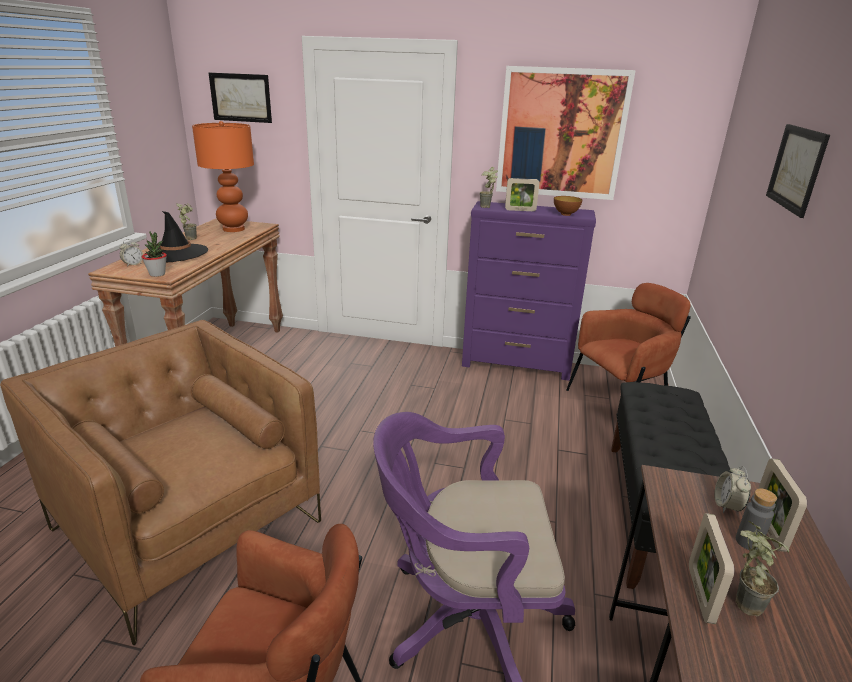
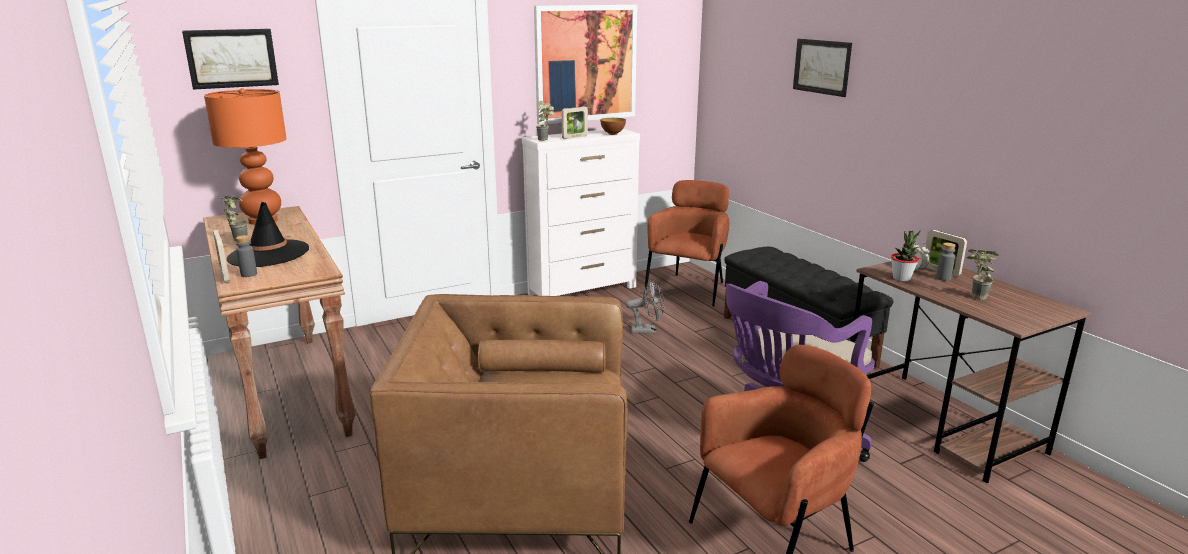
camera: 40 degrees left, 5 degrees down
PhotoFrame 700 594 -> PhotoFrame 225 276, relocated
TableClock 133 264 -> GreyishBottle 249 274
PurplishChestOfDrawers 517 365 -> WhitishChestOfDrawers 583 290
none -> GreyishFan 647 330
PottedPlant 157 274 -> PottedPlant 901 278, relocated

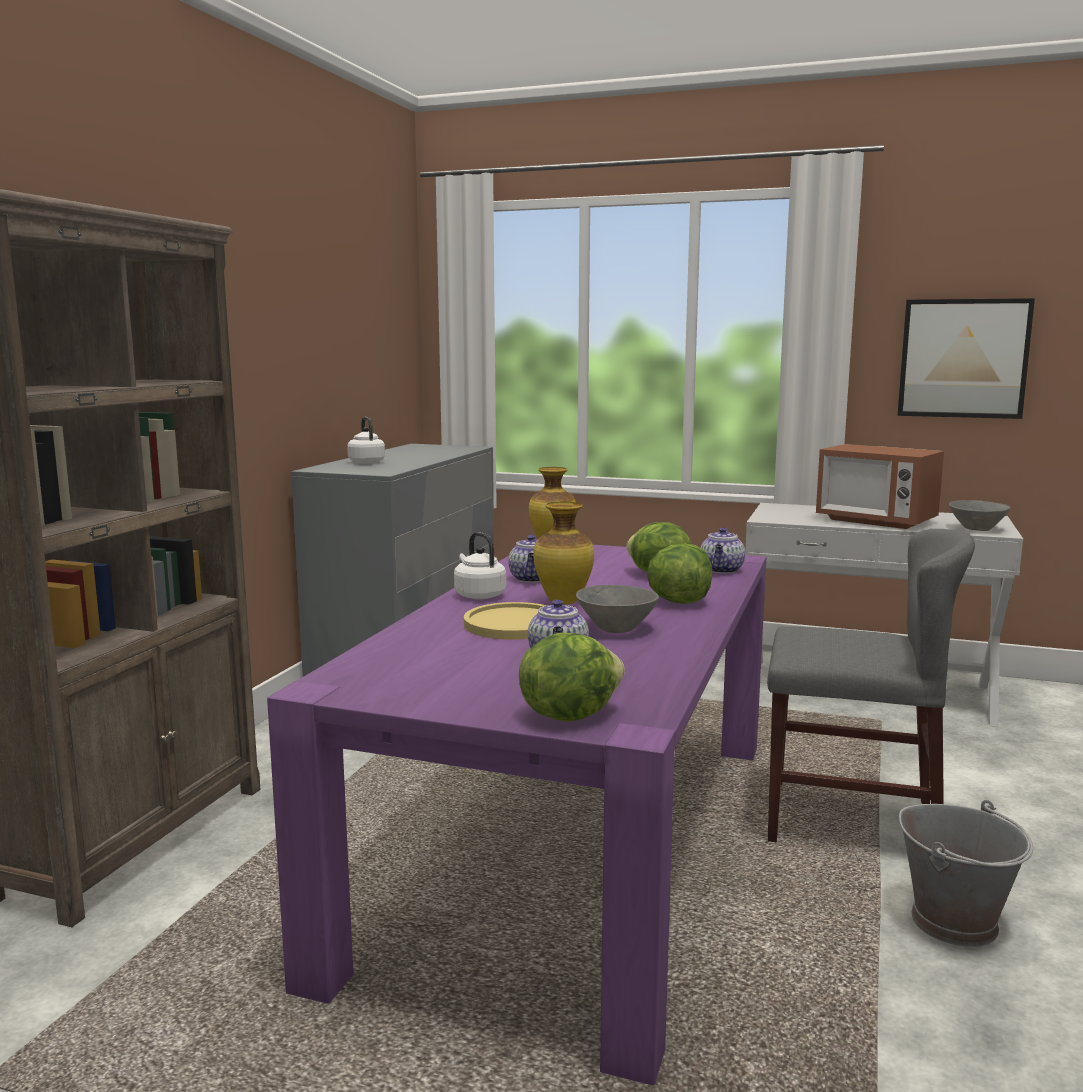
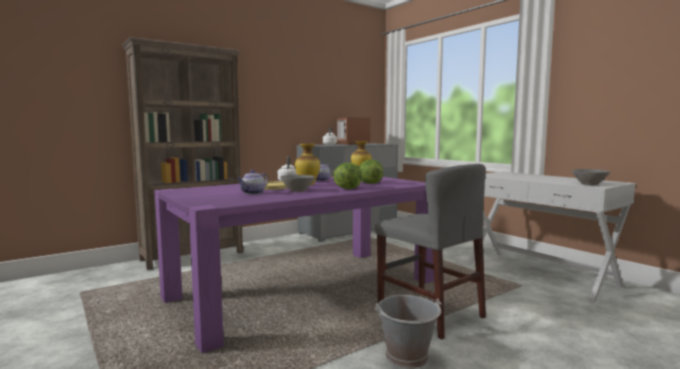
camera: 35 degrees right, 5 degrees down
MicrowaveOven 875 521 -> MicrowaveOven 352 144, relocated
LettuceHead 568 714 -> none
PotForTea 722 570 -> none
WallArt 963 358 -> none

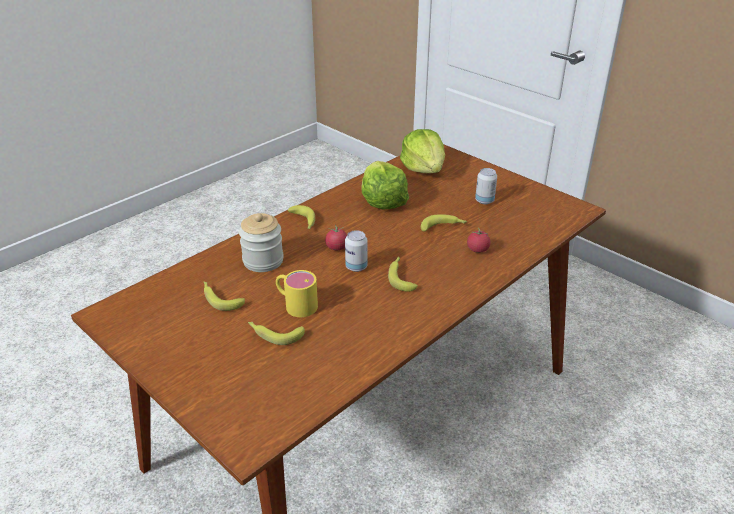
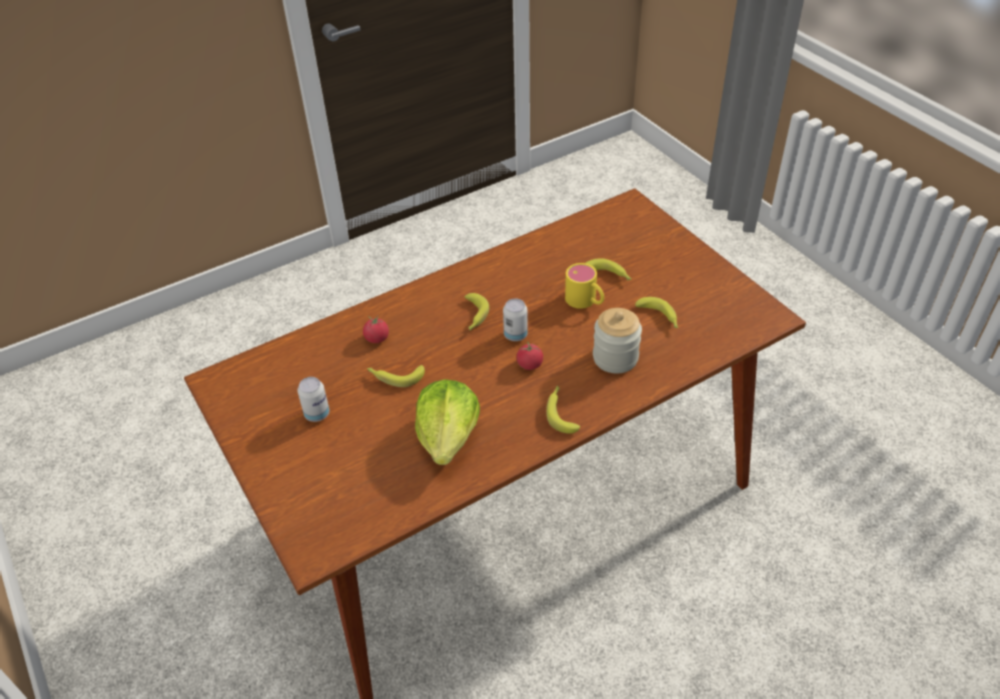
camera: 165 degrees left, 10 degrees up
LettuceHead 424 169 -> none

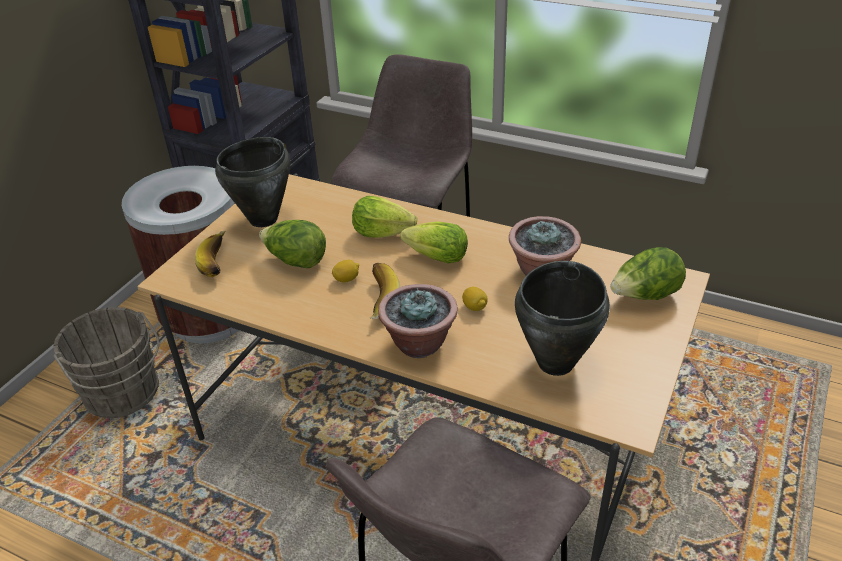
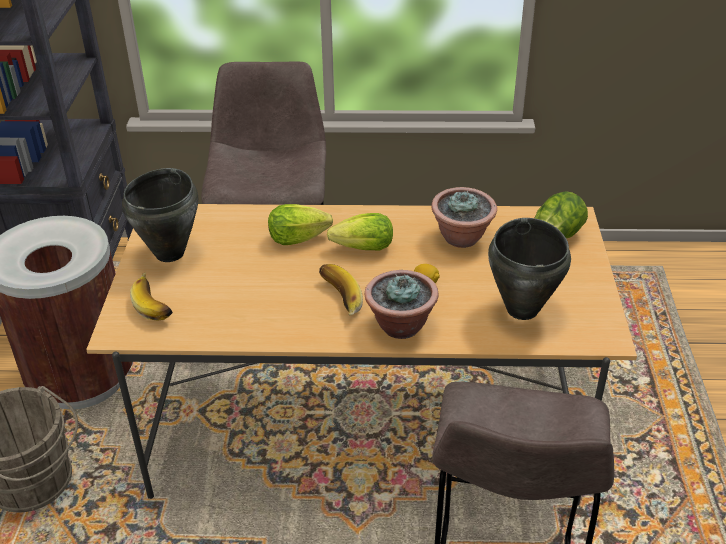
camera: 25 degrees left, 0 degrees up
LettuceHead 296 261 -> none
Lemon 346 279 -> none

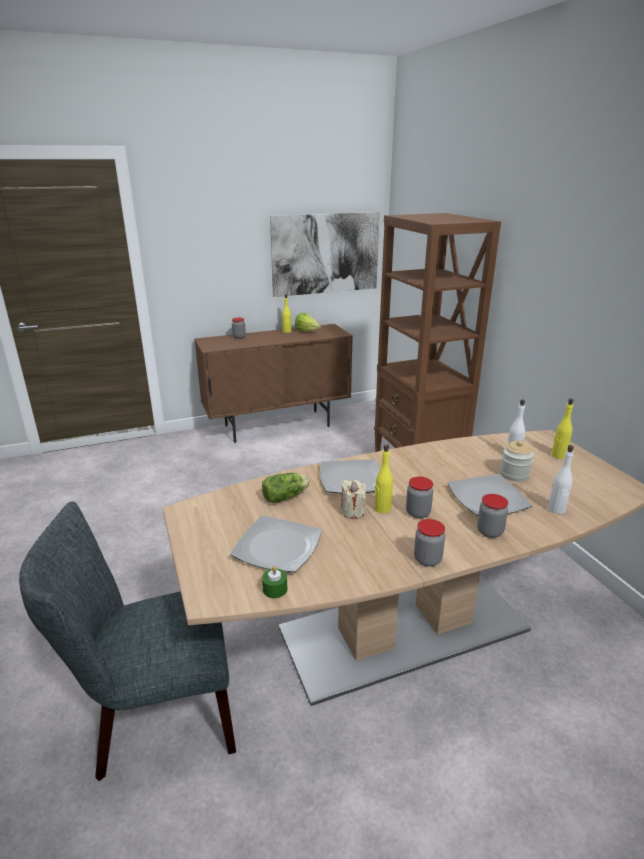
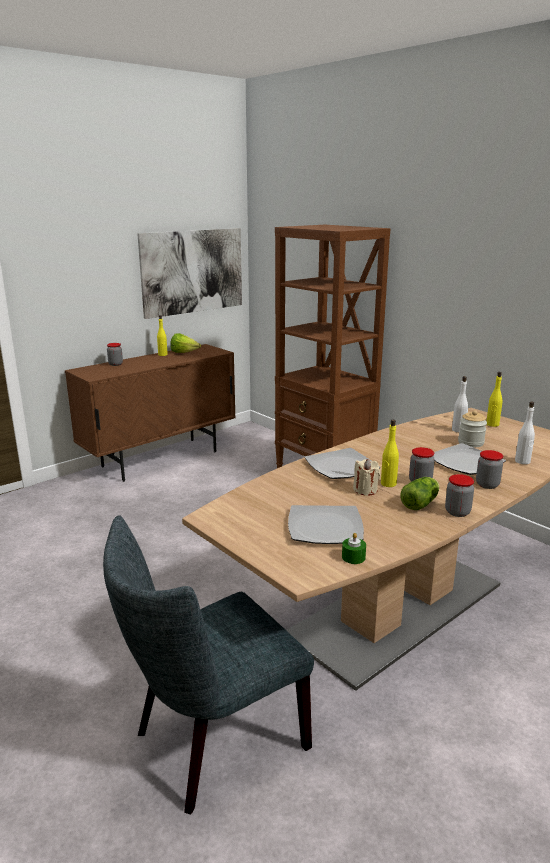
camera: 20 degrees left, 5 degrees down
LettuceHead 286 497 -> LettuceHead 421 503, relocated

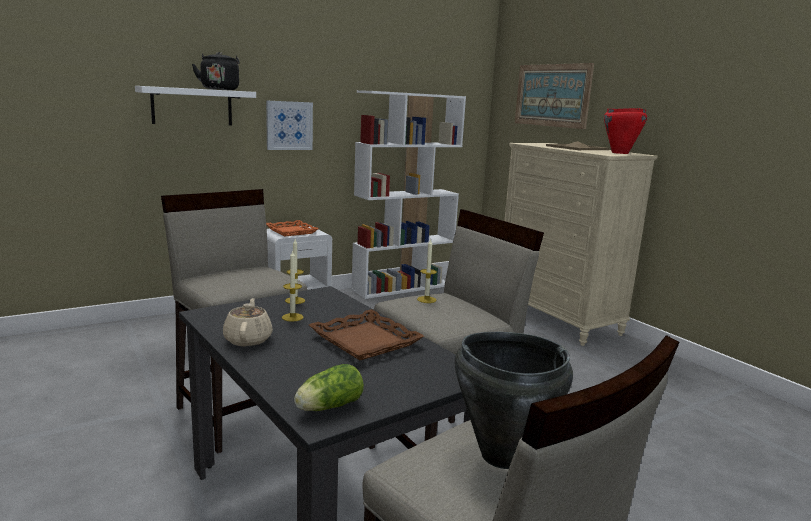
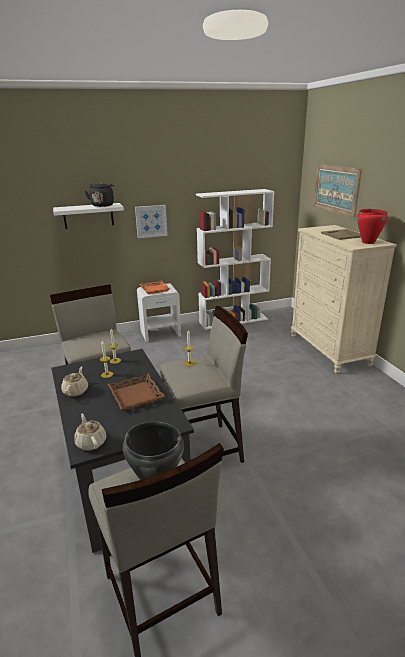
camera: 15 degrees right, 10 degrees up
LettuceHead 327 407 -> BeigeColouredPotForTea 91 442

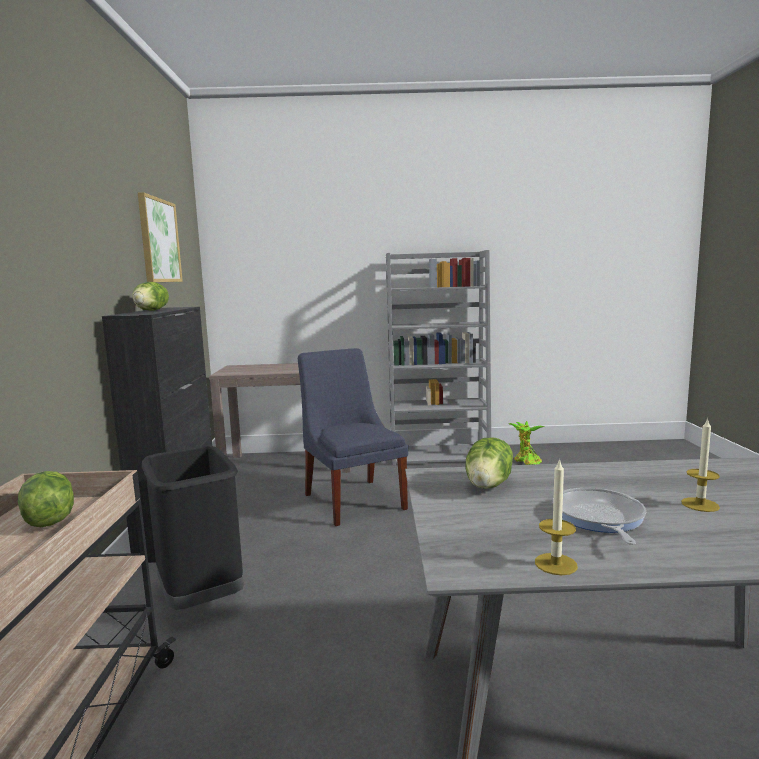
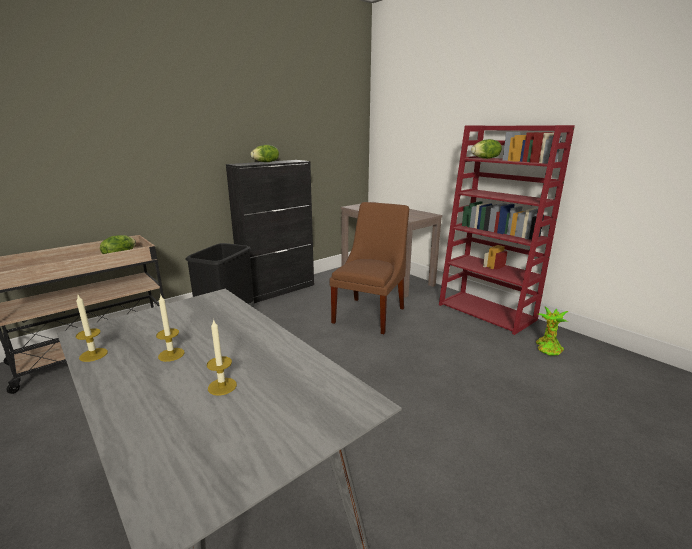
camera: 50 degrees right, 10 degrees up
Skillet 598 518 -> Candle 171 354
BlueChair 353 499 -> BrownColouredChair 370 313
GreyishBookcase 440 455 -> ReddishBookcase 487 312
LettuceHead 489 485 -> LettuceHead 485 158, relocated
WallArt 158 241 -> none

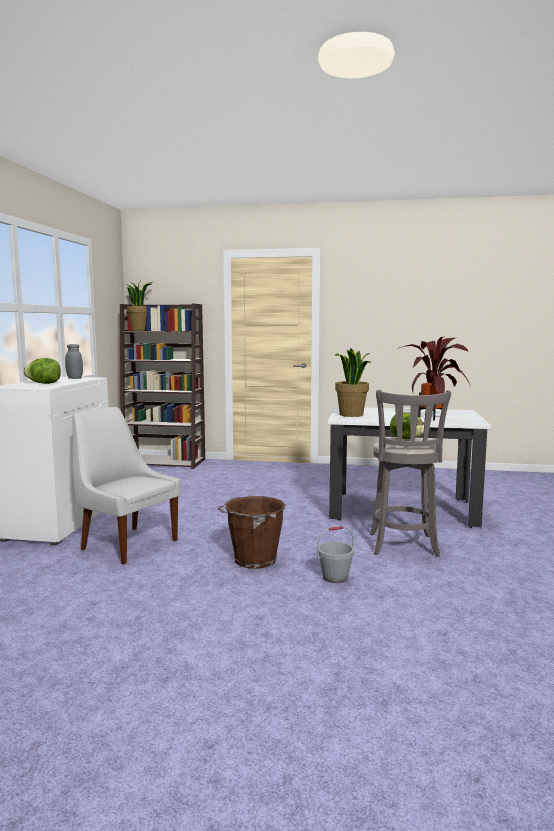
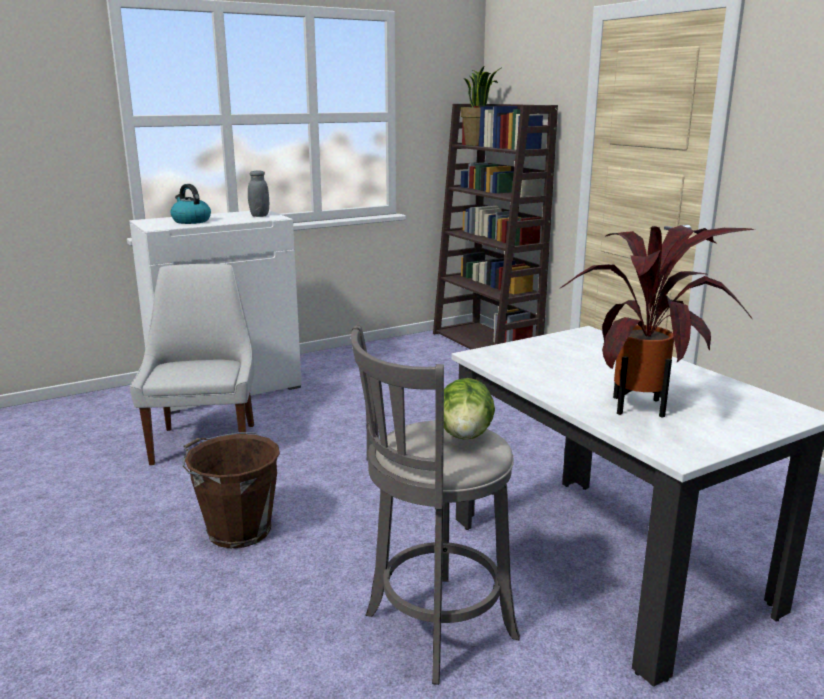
camera: 50 degrees right, 10 degrees up
LettuceHead 44 383 -> WaterKettle 191 221
GreyishWaterBucket 335 577 -> none
PottedPlant 351 415 -> none

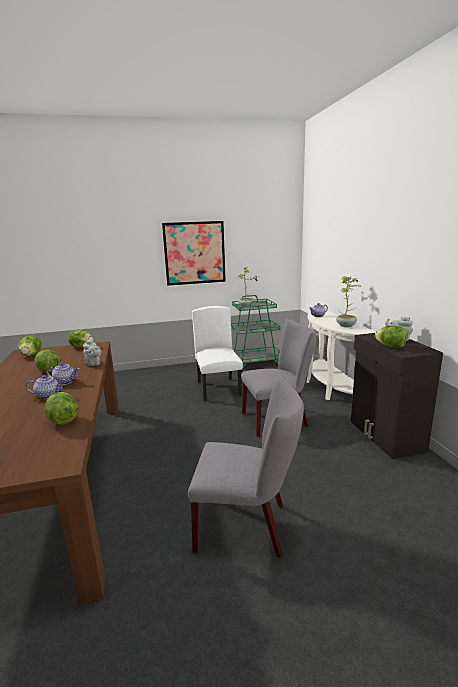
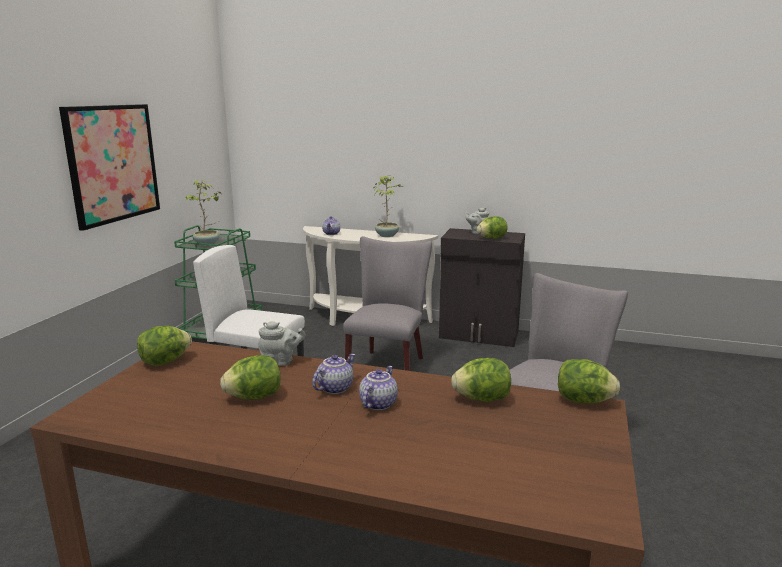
camera: 60 degrees left, 0 degrees up
LettuceHead 31 355 -> LettuceHead 583 401, relocated

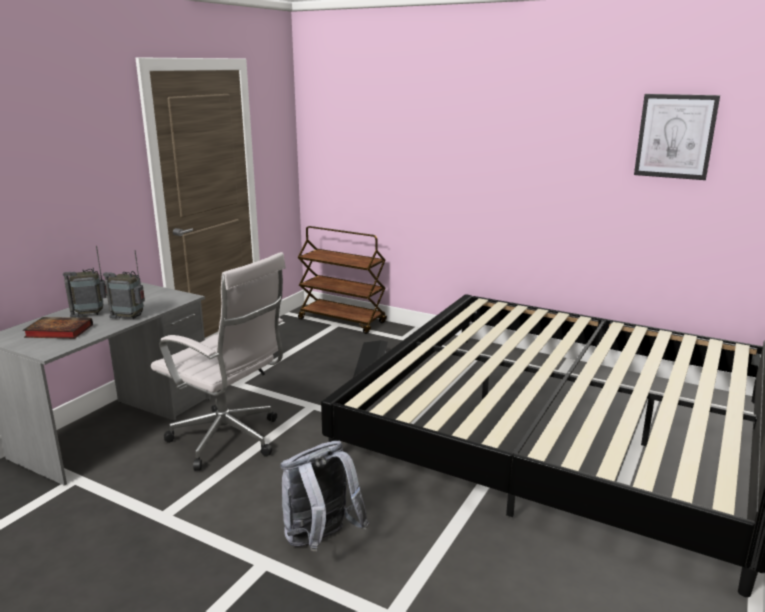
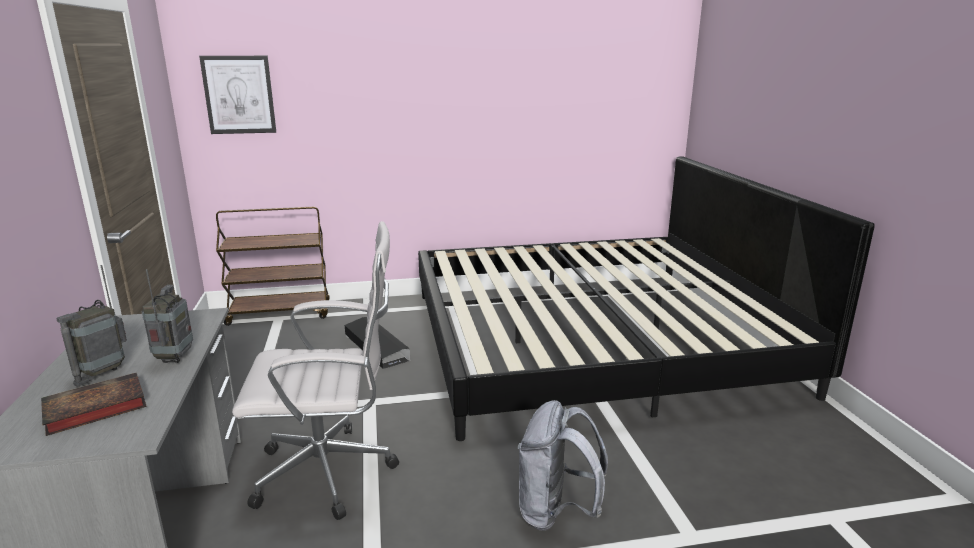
camera: 40 degrees left, 0 degrees up
RadioReceiver 129 317 -> RadioReceiver 174 358, 120 degrees clockwise
WallArt 675 136 -> WallArt 239 95, relocated

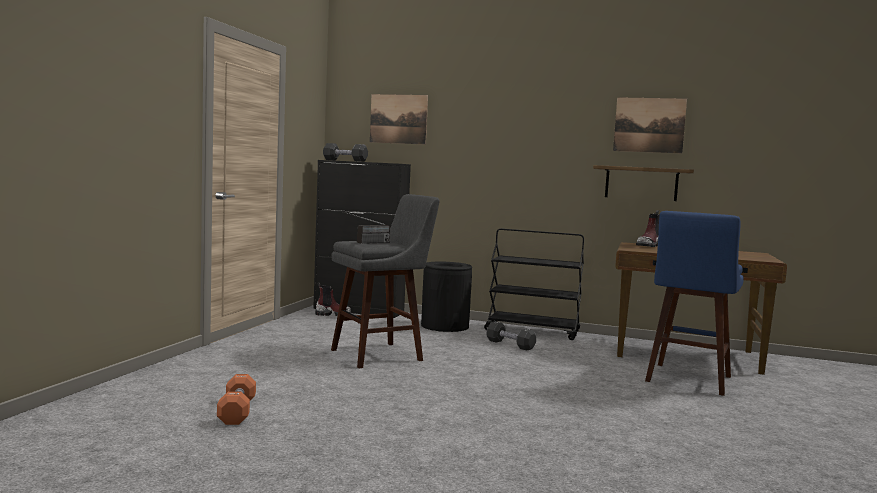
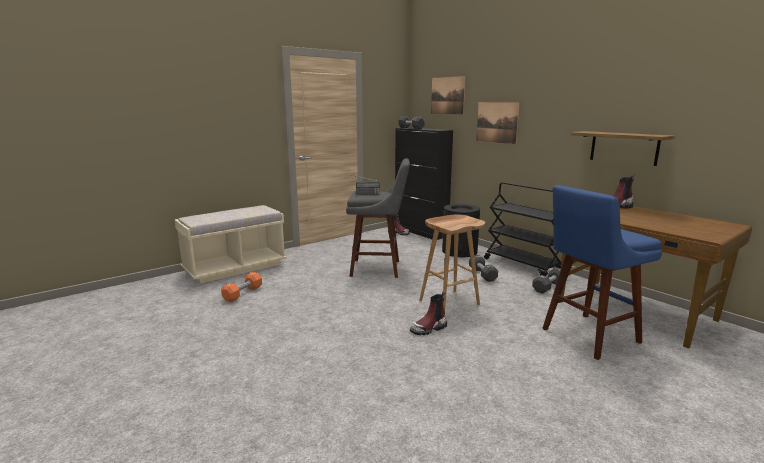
camera: 35 degrees right, 10 degrees up
none -> BeigeColouredIndoorBench 235 268
none -> Boot 429 328
none -> BrownColouredSittingStool 449 302
WallArt 649 125 -> WallArt 497 122, relocated
none -> BlackFreeWeight 548 287

